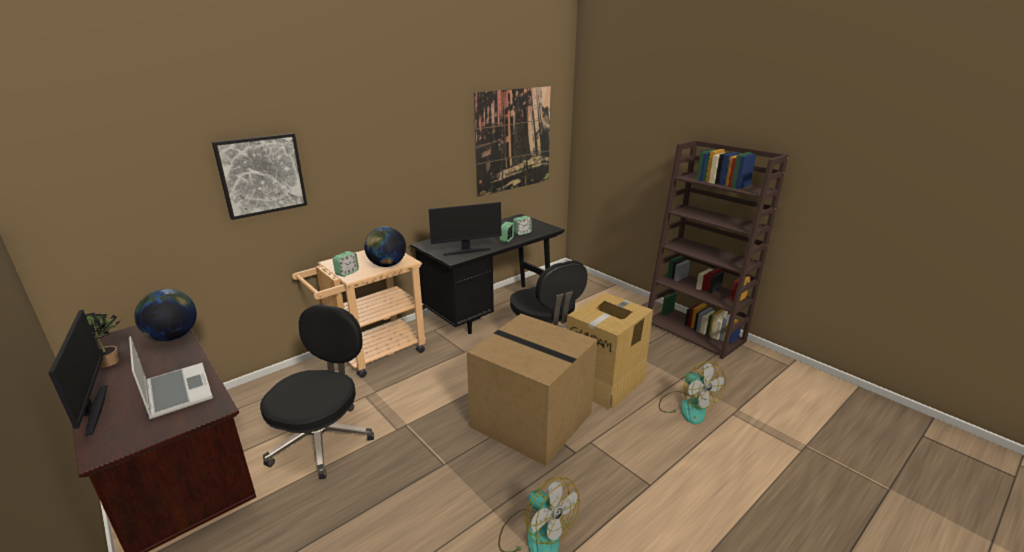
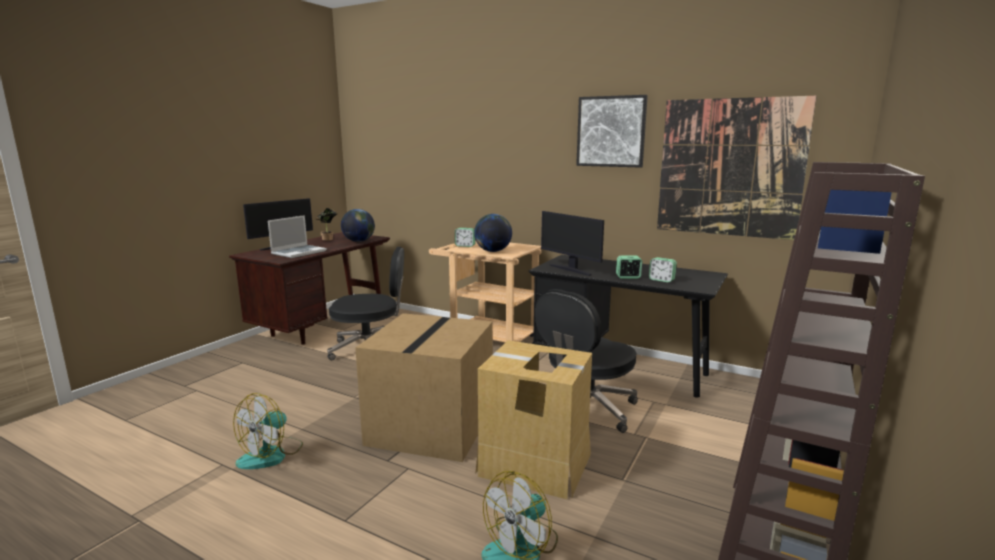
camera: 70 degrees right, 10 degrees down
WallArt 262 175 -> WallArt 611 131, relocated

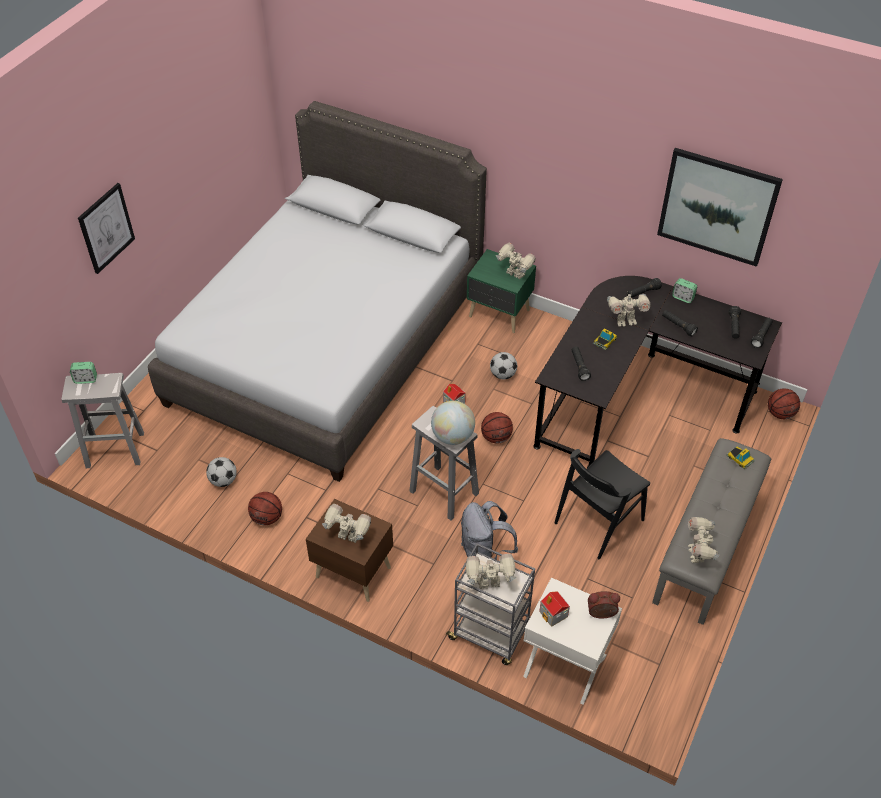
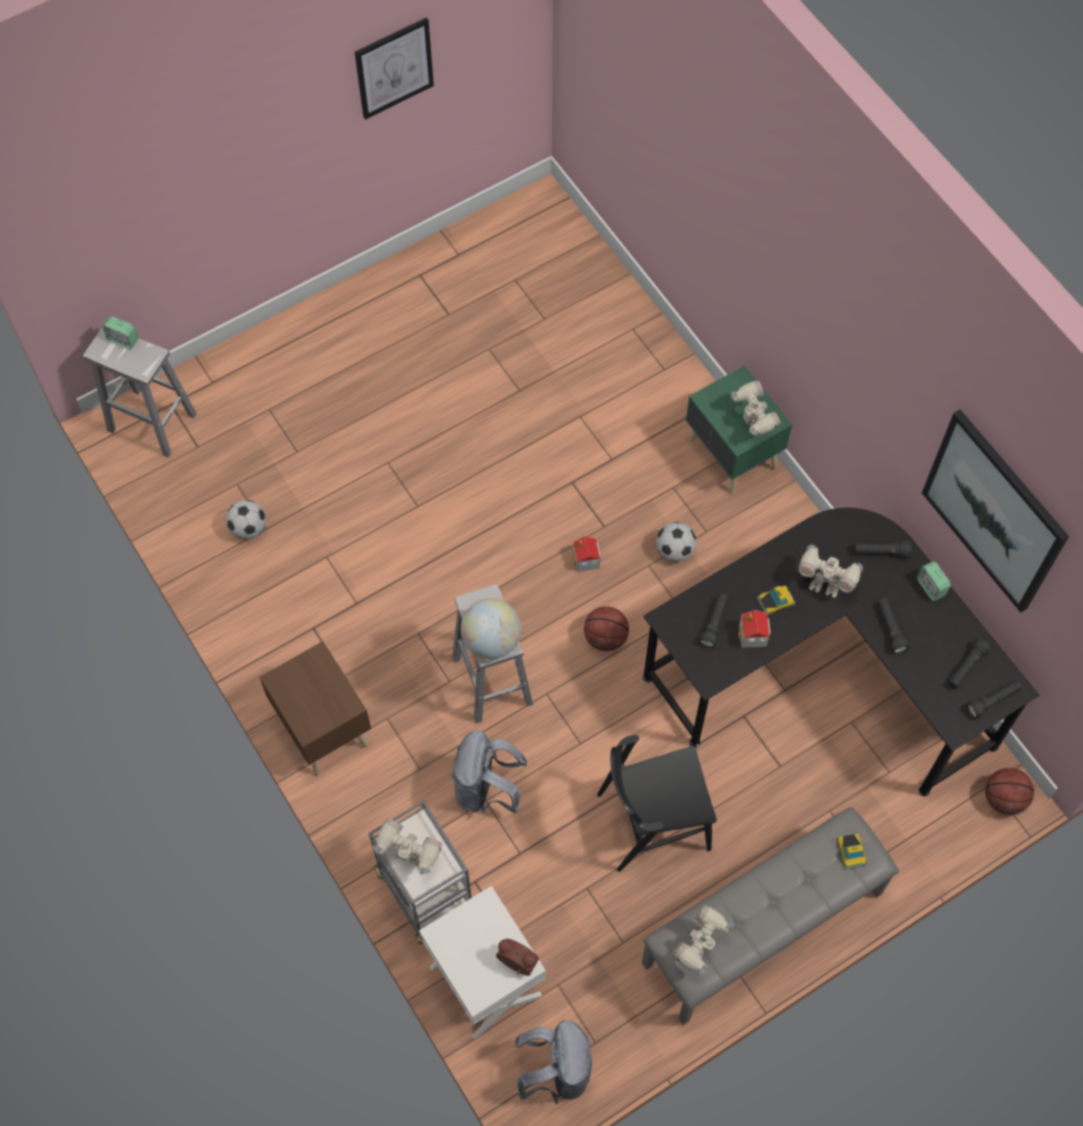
camera: 30 degrees right, 15 degrees up
WallArt 106 228 -> WallArt 394 68, relocated
none -> GreyishKnapsack 556 1070
ToyHouse 553 614 -> ToyHouse 752 636, relocated
GreyishBed 327 345 -> none
BasketballBall 267 518 -> none
RobotFigure 348 538 -> none

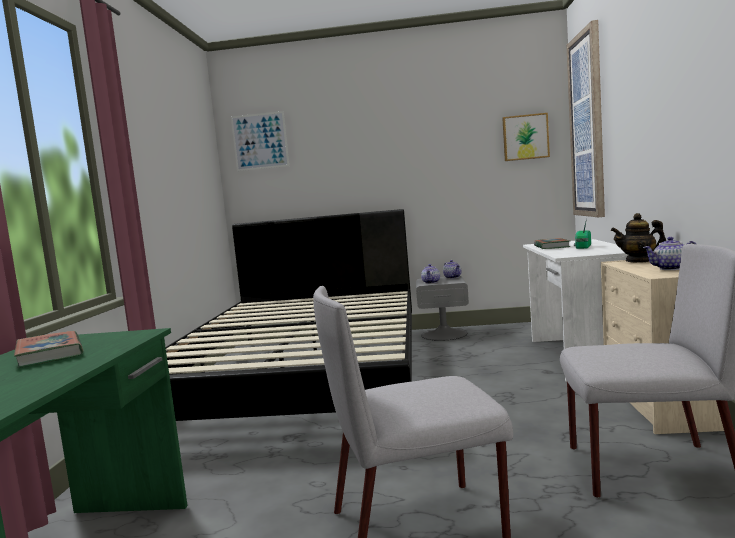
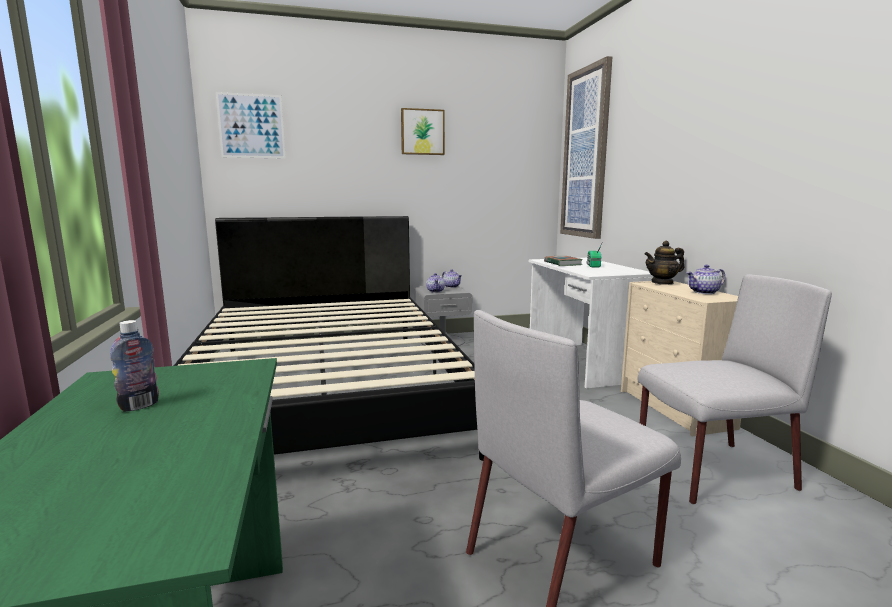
camera: 20 degrees left, 5 degrees up
Volume 50 354 -> Bottle 139 406
WallArt 525 137 -> WallArt 422 132, relocated

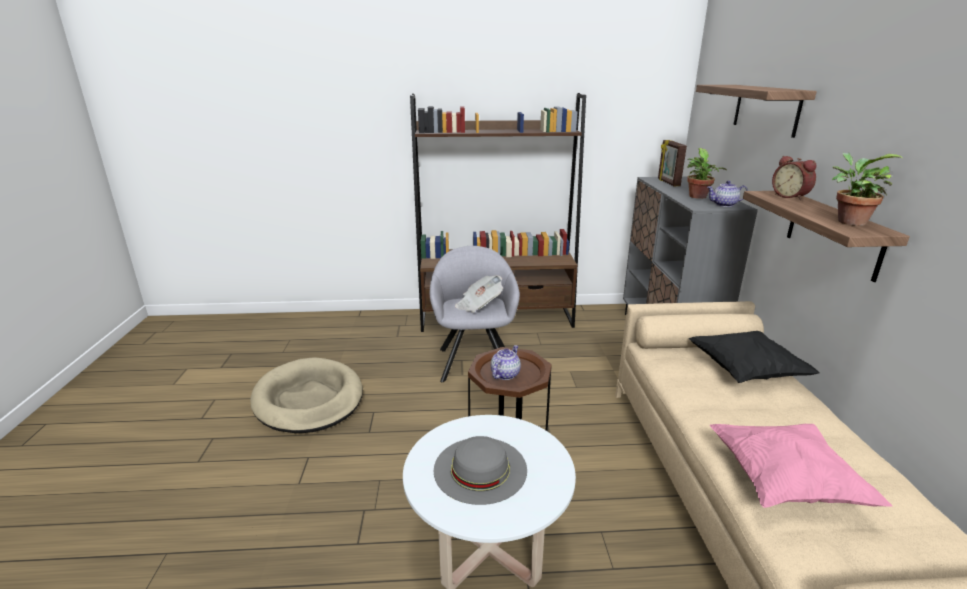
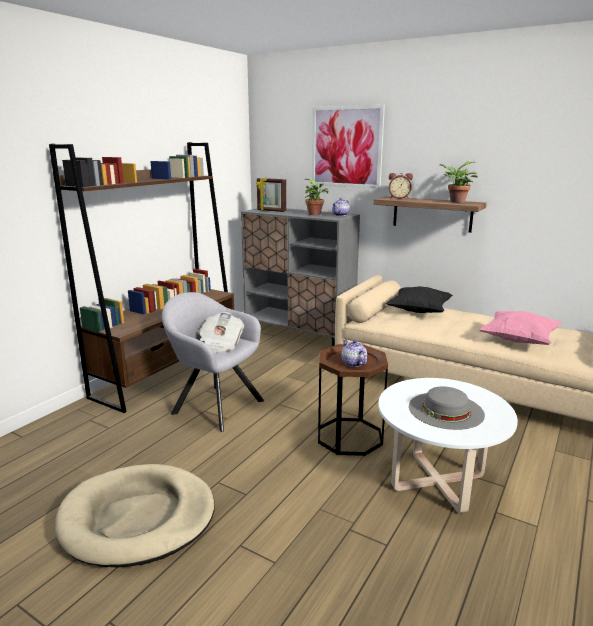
camera: 55 degrees left, 5 degrees down
Shelf 766 109 -> WallArt 346 147

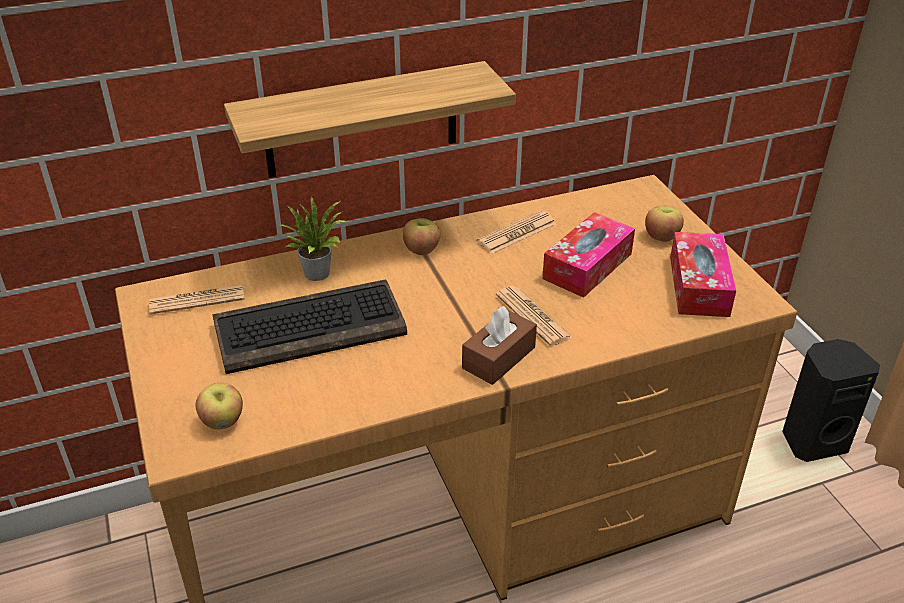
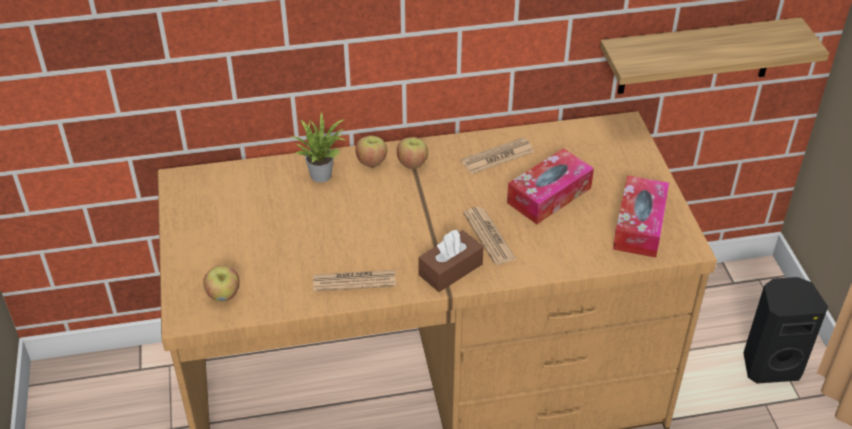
camera: 10 degrees right, 5 degrees up
Newspaper 197 300 -> Newspaper 354 281, relocated
WholeApple 661 236 -> WholeApple 372 162, relocated
Shelf 361 120 -> Shelf 696 56, relocated
Keyboard 311 328 -> none

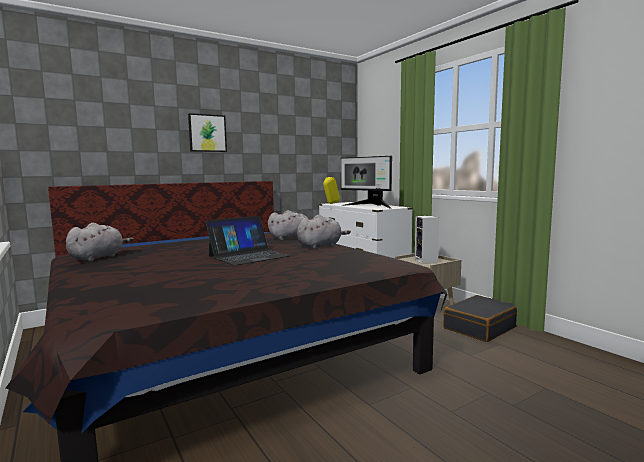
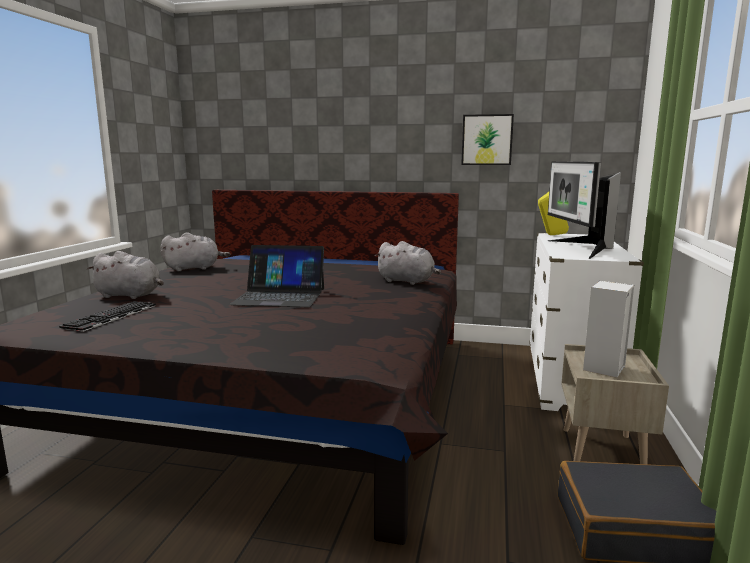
camera: 45 degrees right, 5 degrees up
none -> Keyboard 111 316
GreyishCuddlyToy 321 246 -> GreyishCuddlyToy 130 295, relocated
WallArt 207 133 -> WallArt 487 140, relocated

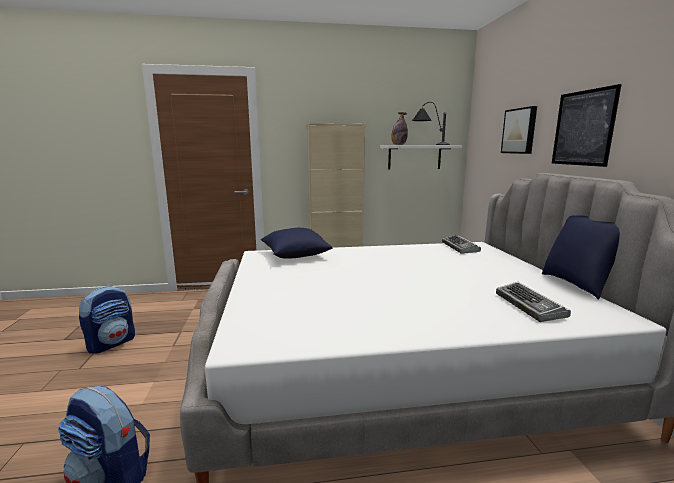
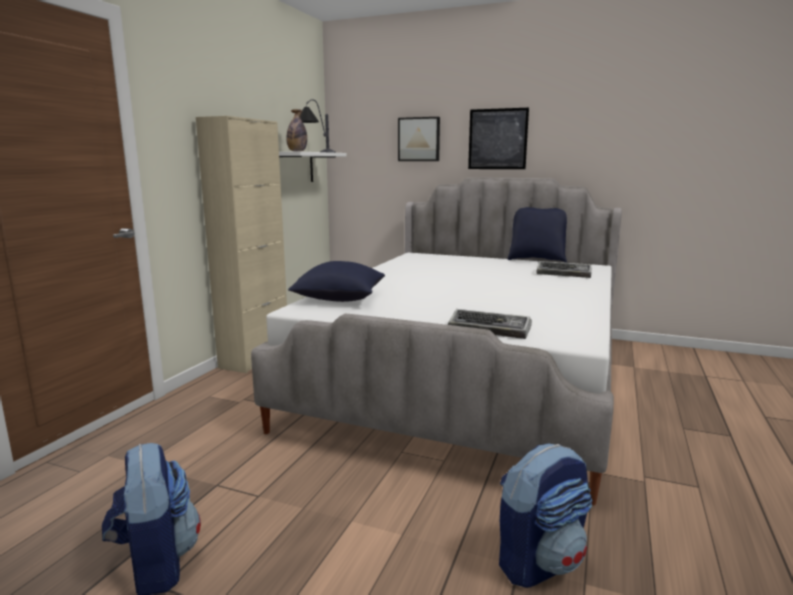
camera: 60 degrees left, 0 degrees up
Keyboard 460 248 -> Keyboard 490 330, relocated

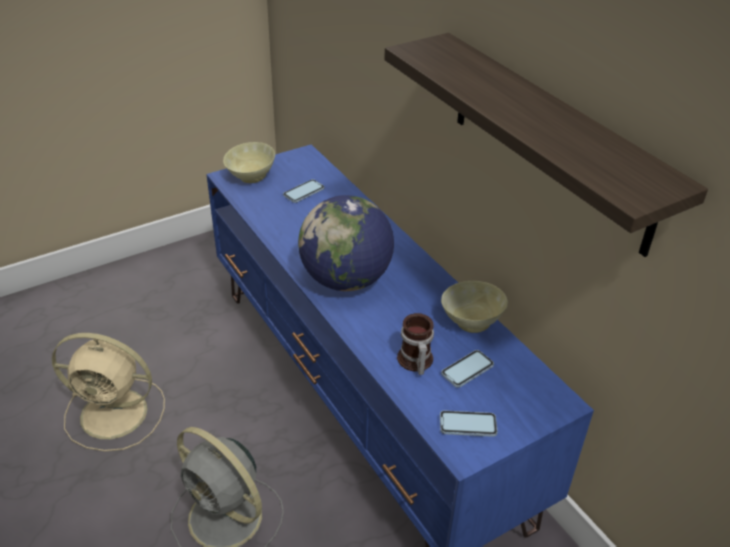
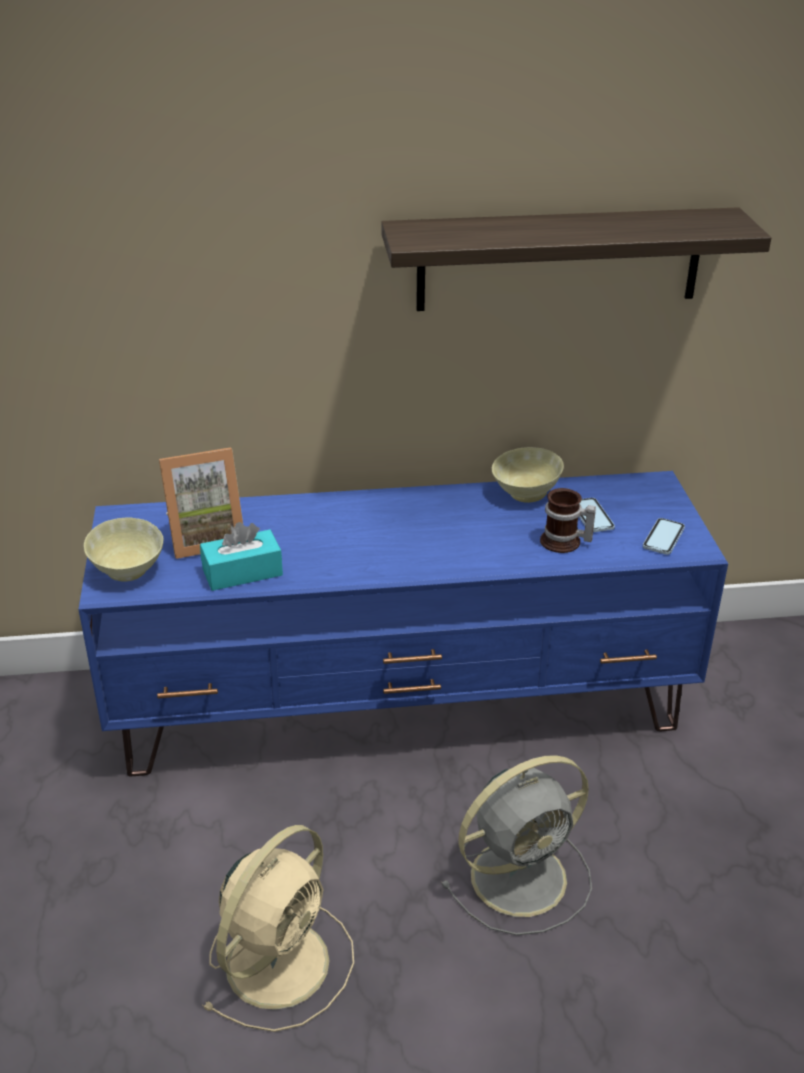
camera: 65 degrees left, 5 degrees down
Telephone 304 192 -> PhotoFrame 205 538
none -> TurquoiseColouredBoxOfTissues 242 572
WorldGlobe 346 280 -> none

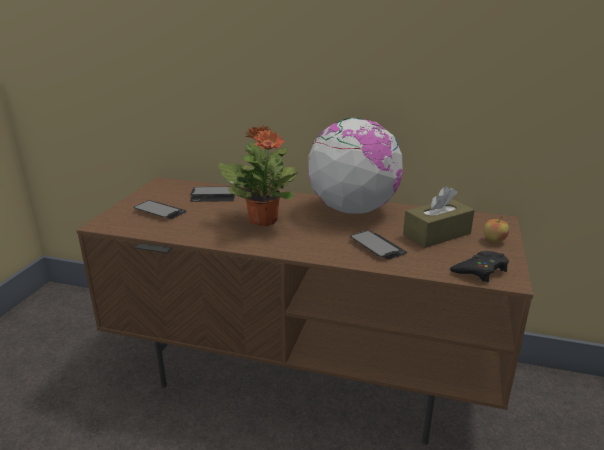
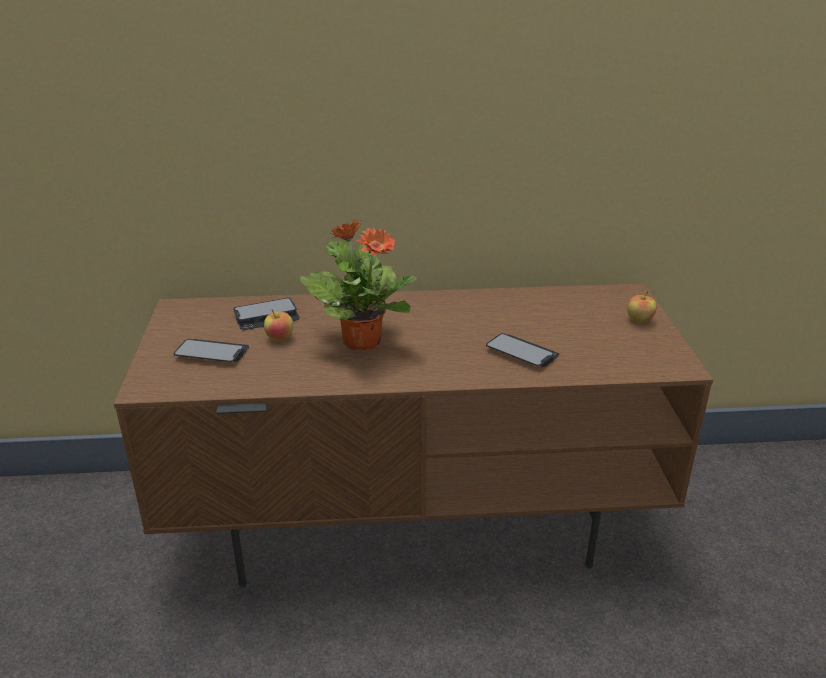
camera: 20 degrees left, 5 degrees up
none -> WholeApple 279 338
WorldGlobe 352 209 -> none
BrownColouredBoxOfTissues 436 234 -> none
BlackJoypad 480 270 -> none

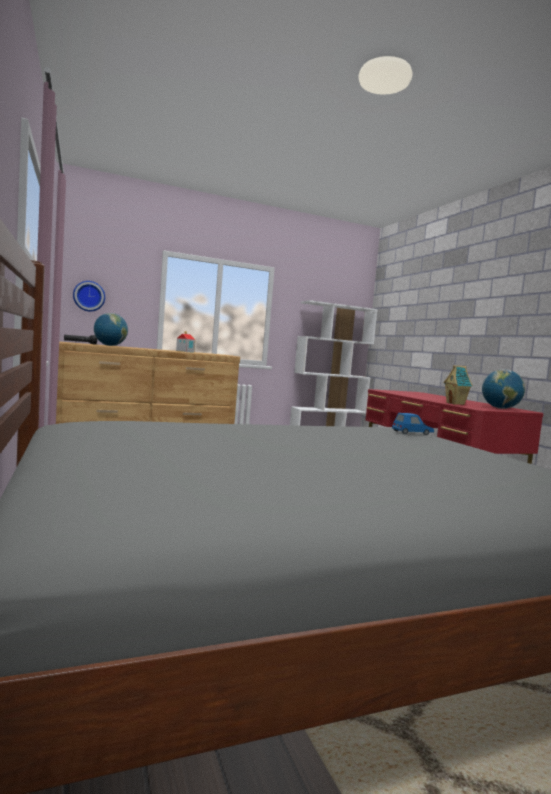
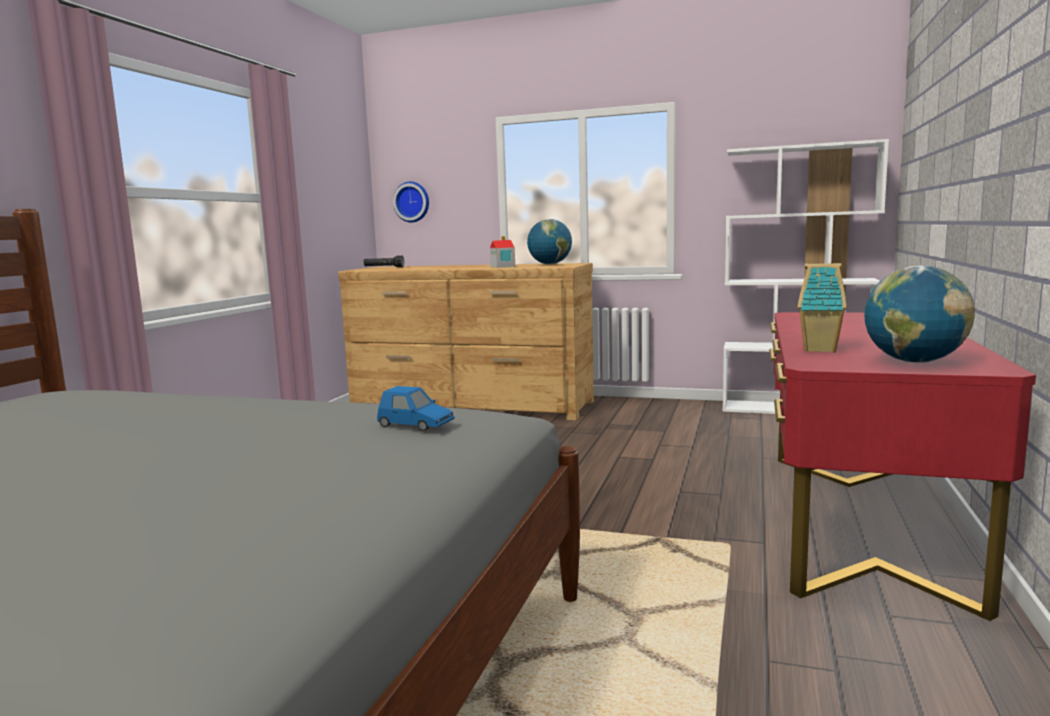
camera: 40 degrees right, 5 degrees up
WorldGlobe 110 345 -> WorldGlobe 550 264, relocated

